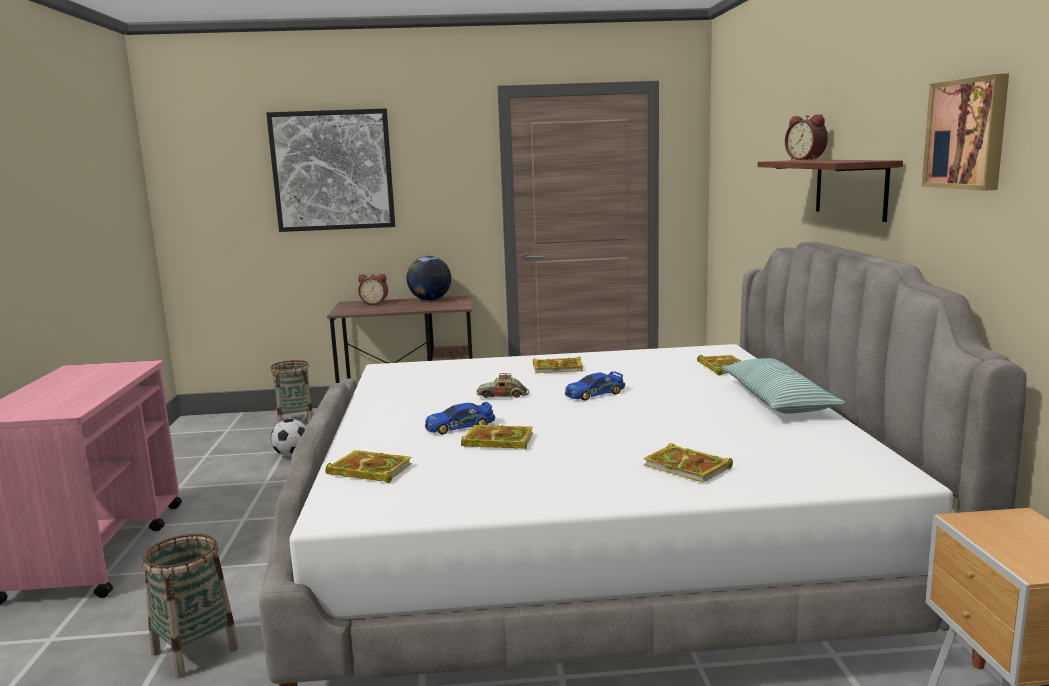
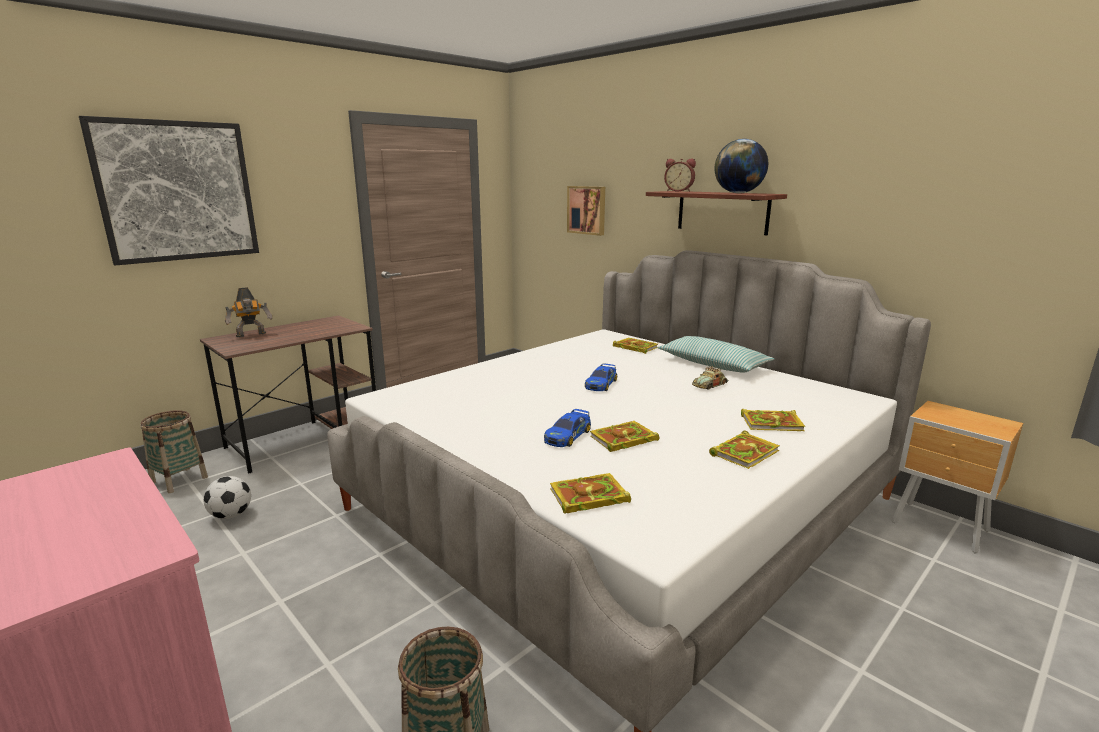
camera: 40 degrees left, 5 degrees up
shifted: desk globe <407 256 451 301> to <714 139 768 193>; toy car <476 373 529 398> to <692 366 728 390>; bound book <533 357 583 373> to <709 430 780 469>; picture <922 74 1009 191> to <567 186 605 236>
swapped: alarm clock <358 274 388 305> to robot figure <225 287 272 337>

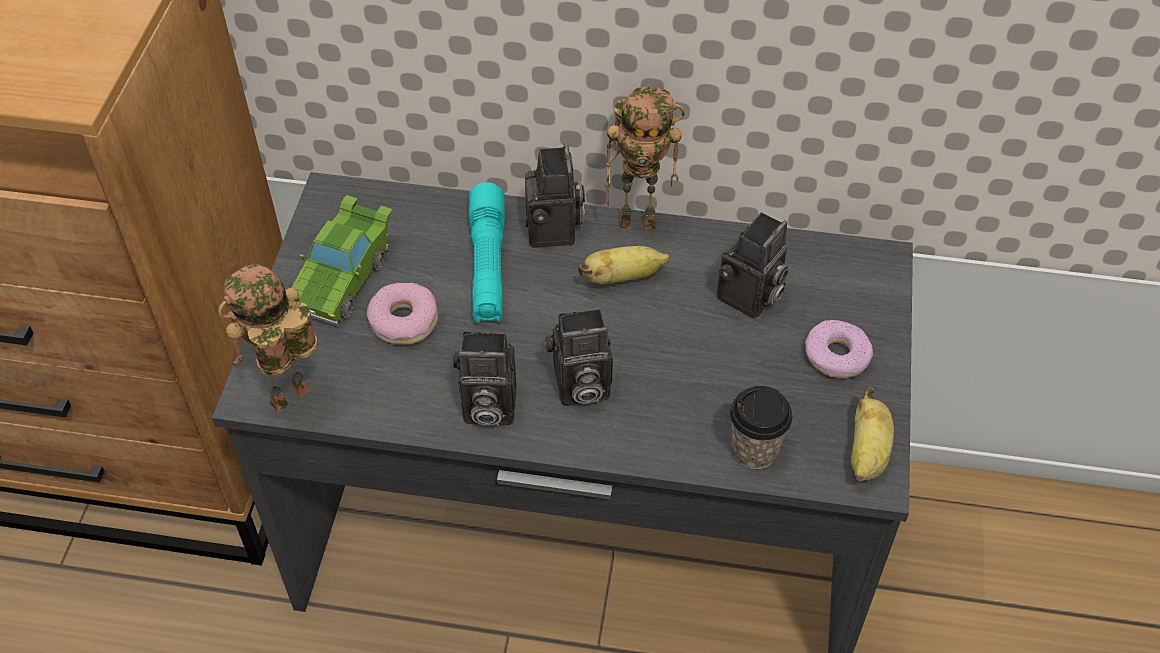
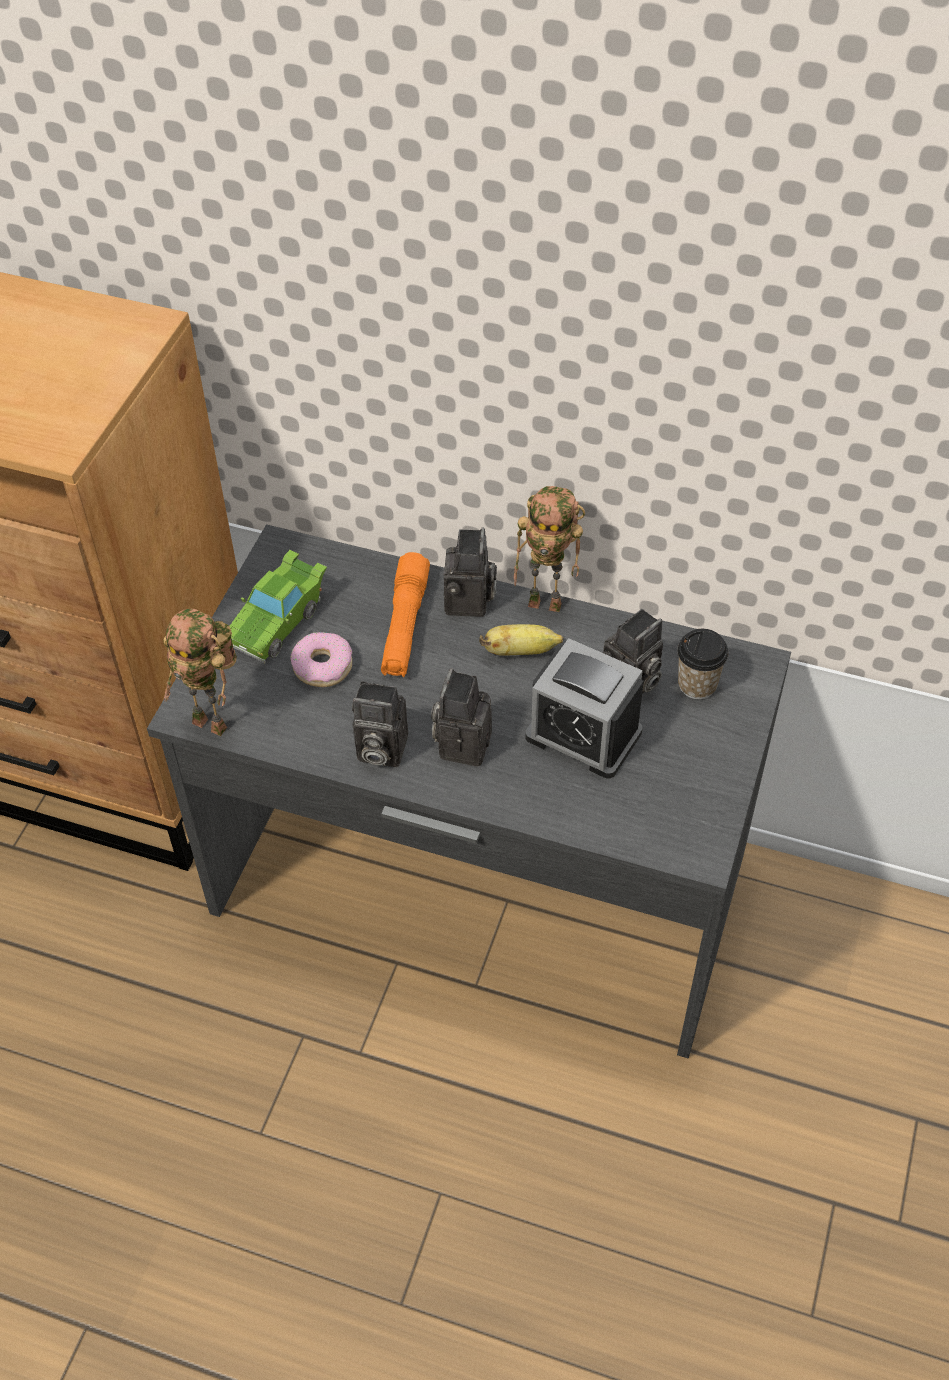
camera: 10 degrees right, 0 degrees up
gone: ring doughnut <805 320 873 378>; banana fruit <851 387 894 482>
new: alarm clock <525 638 644 778>
shifted: cup <730 386 793 469> to <677 629 729 699>
repainted: flashlight/turquoise-coloured <469 182 505 323> to flashlight/orange <381 552 430 677>
rotated: robot figure <218 264 318 412> = <163 608 237 736> 120 degrees counterclockwise; photo camera <545 308 613 406> = <431 668 492 767> 105 degrees clockwise

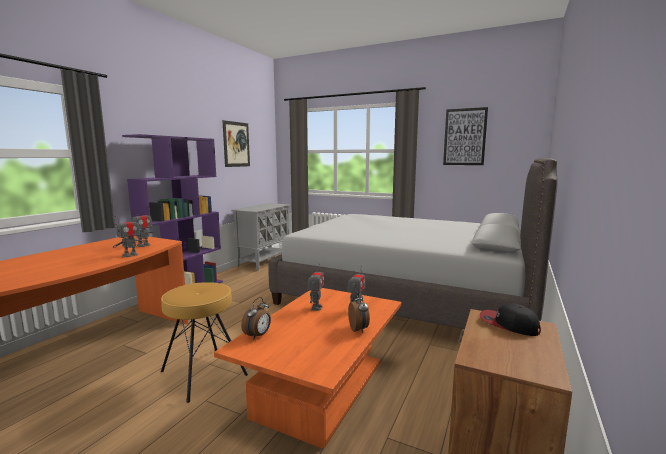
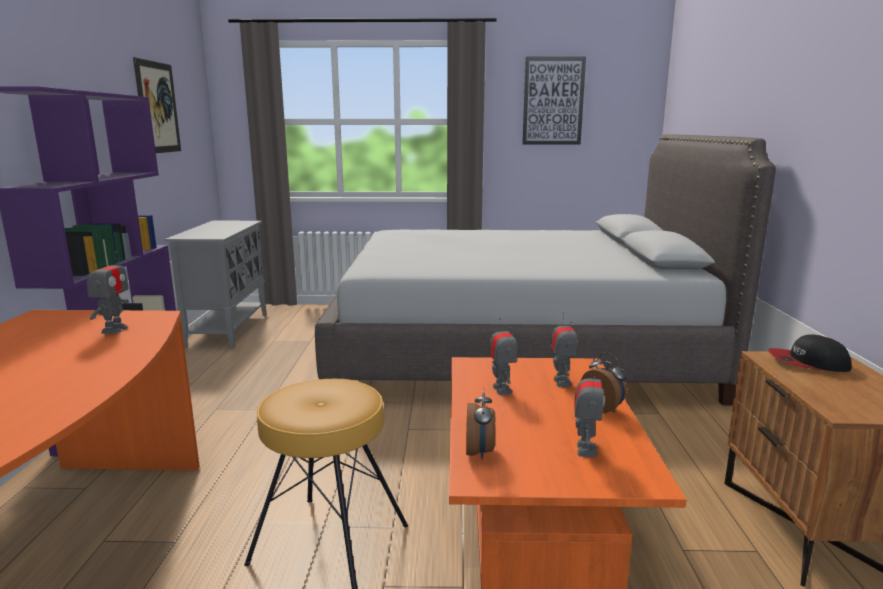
camera: 25 degrees left, 5 degrees up
shifted: robot figure <113 214 145 257> to <574 362 605 457>

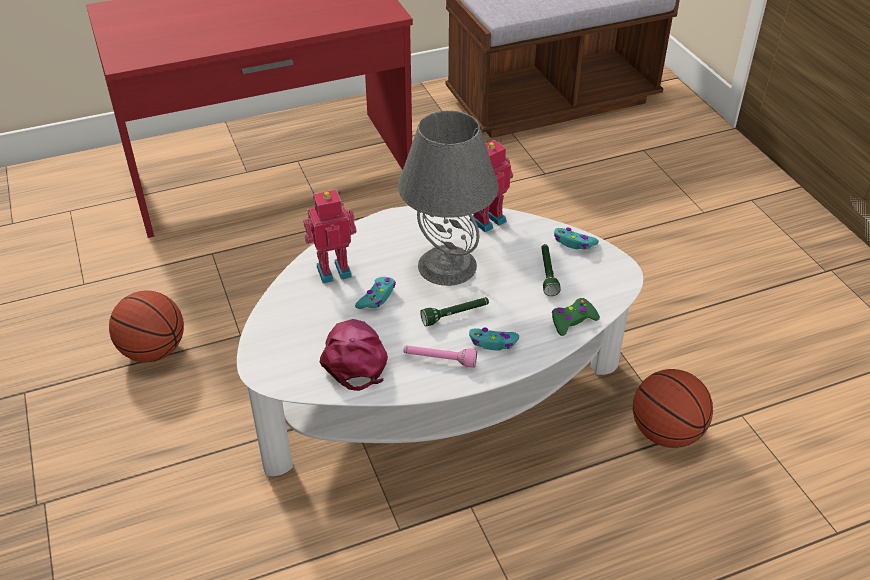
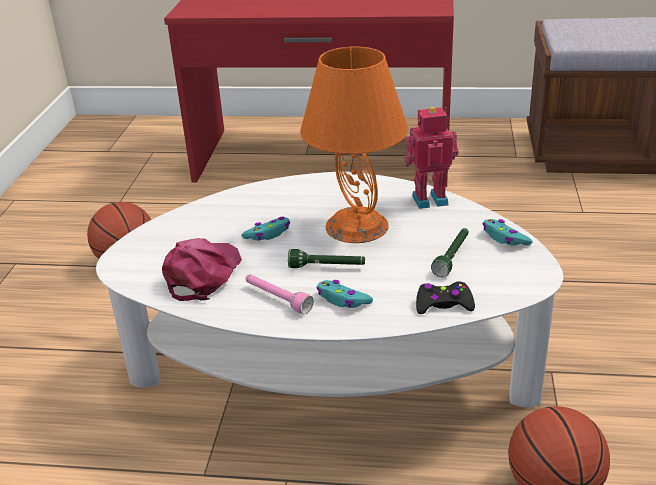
camera: 30 degrees right, 10 degrees down
gone: robot figure <303 190 357 283>
repainted: lamp for a table/grey <398 111 499 286> to lamp for a table/orange <300 46 408 243>; gamepad/green <552 298 600 336> to gamepad/black-coloured <416 282 475 314>

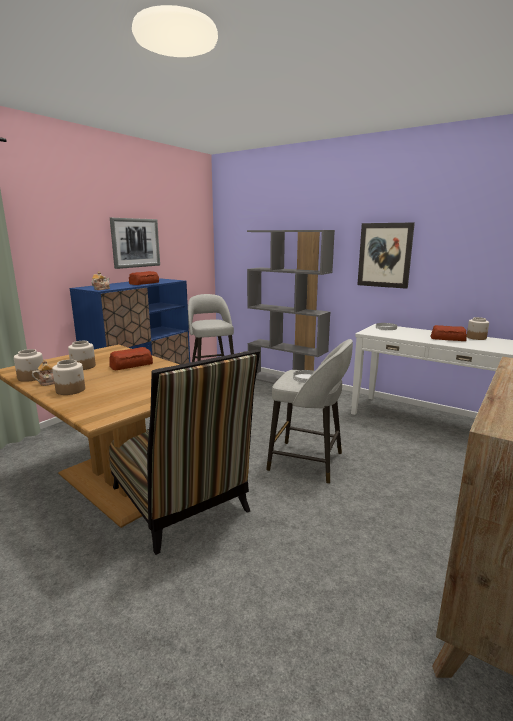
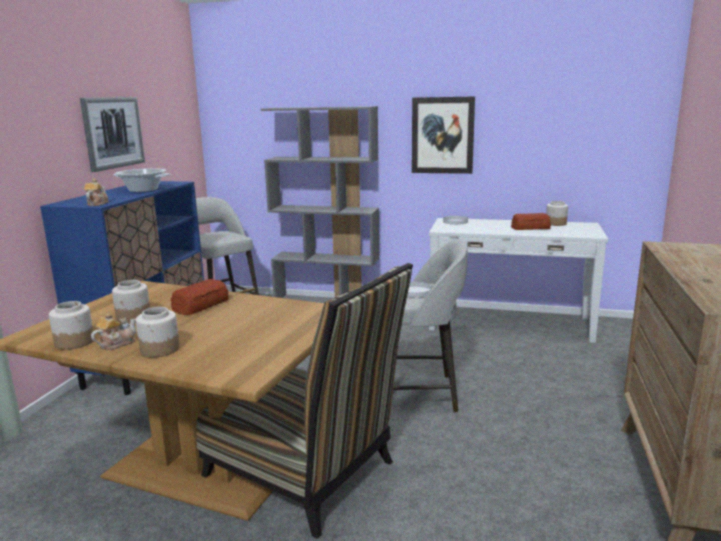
camera: 20 degrees left, 0 degrees up
swapped: baked bread <129 271 159 285> to stockpot <113 168 170 192>

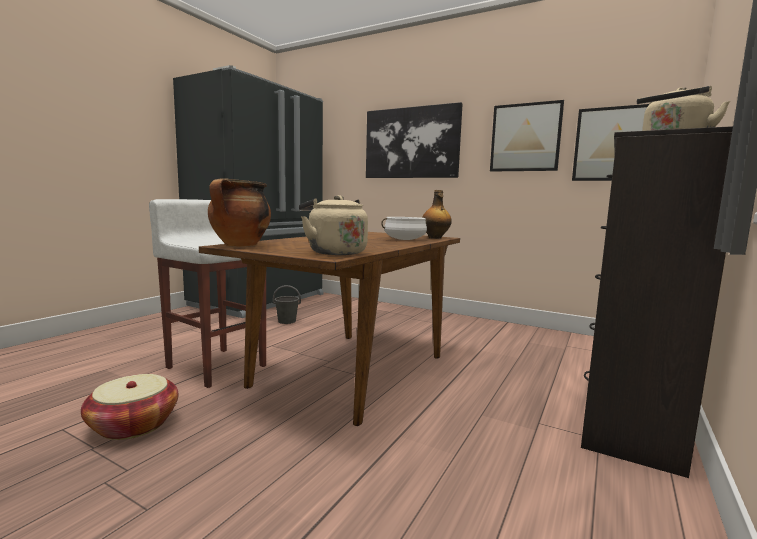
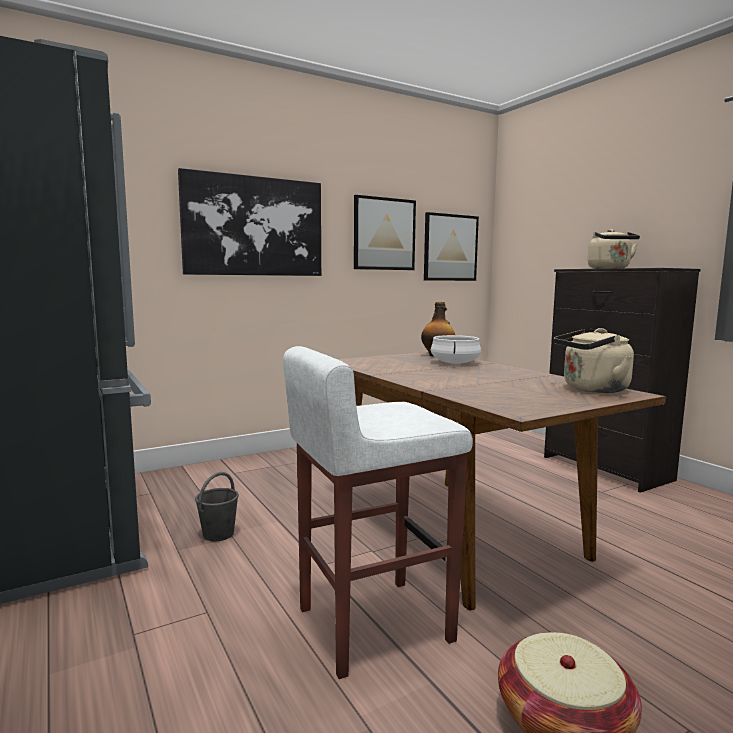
camera: 60 degrees left, 0 degrees up
gone: stockpot <208 178 271 247>

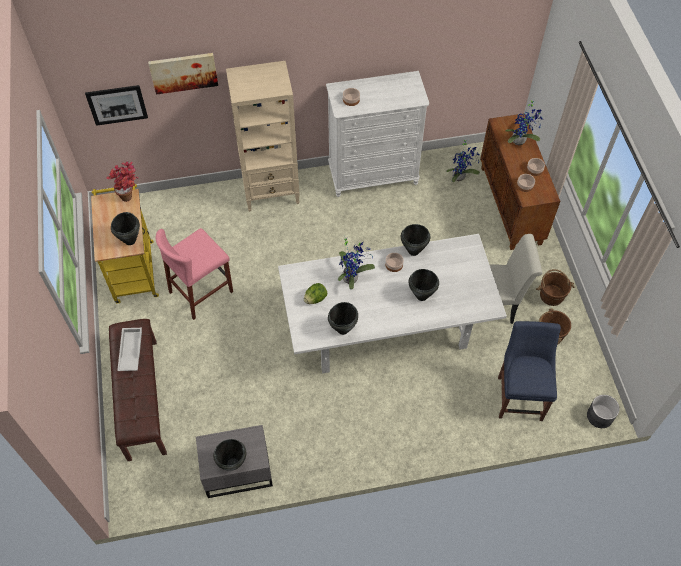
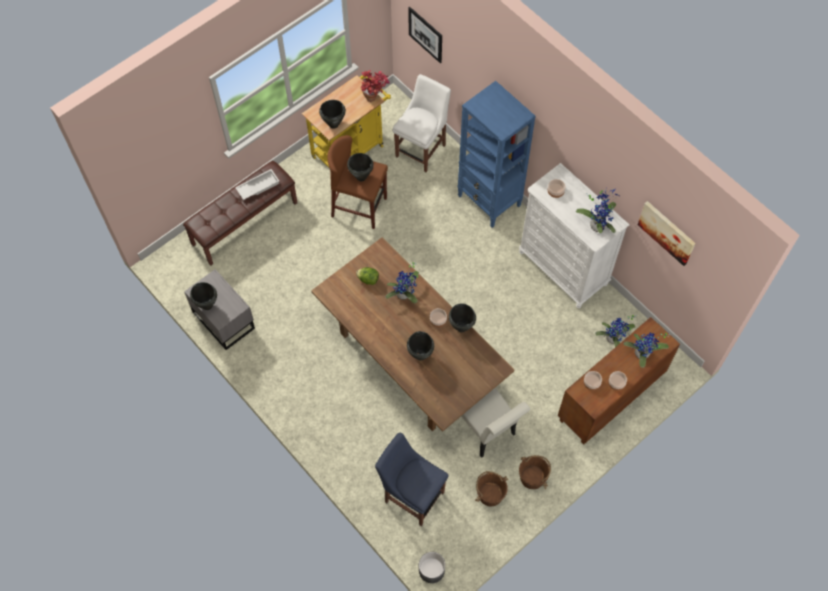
camera: 60 degrees right, 5 degrees up
new: chair/white-coloured <392 74 451 172>; plant in a pot <576 188 619 233>
shifted: picture <148 53 218 95> to <638 201 696 266>; stockpot/black-coloured <328 302 358 335> to <347 153 374 181>
repainted: sitting stool/pinkish <156 228 233 320> to sitting stool/brown-coloured <327 135 388 229>; shelving unit/beige-coloured <226 61 300 212> to shelving unit/blue <457 81 536 228>; dinner table/white-coloured <278 234 507 374> to dinner table/brown-coloured <311 237 515 431>
rotated: chair/blue <498 321 561 421> = <375 433 448 526> 120 degrees counterclockwise

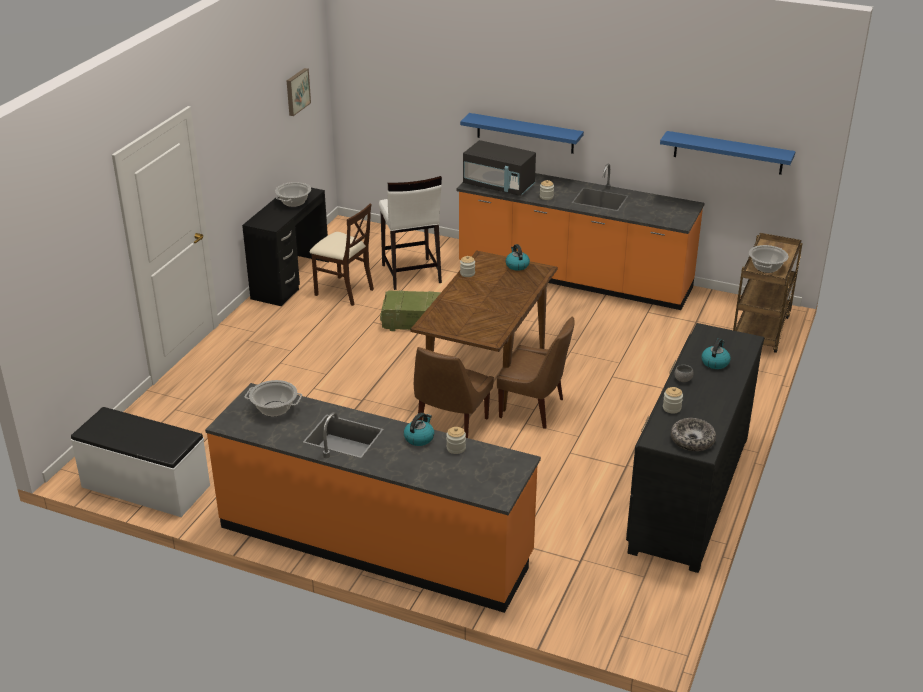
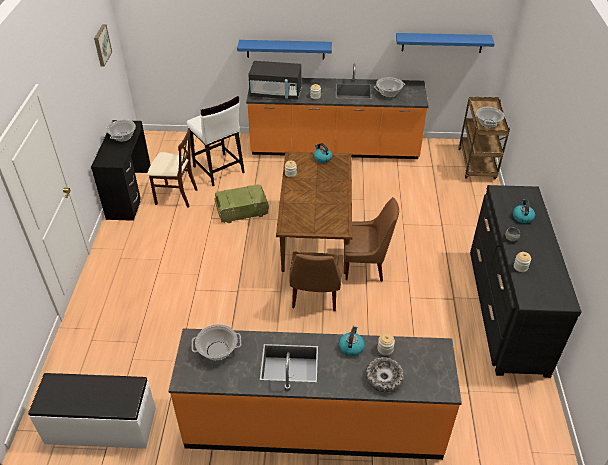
camera: 20 degrees left, 10 degrees up
new: stockpot <374 77 405 97>
shifted: deep dish <671 418 716 451> to <365 357 404 392>

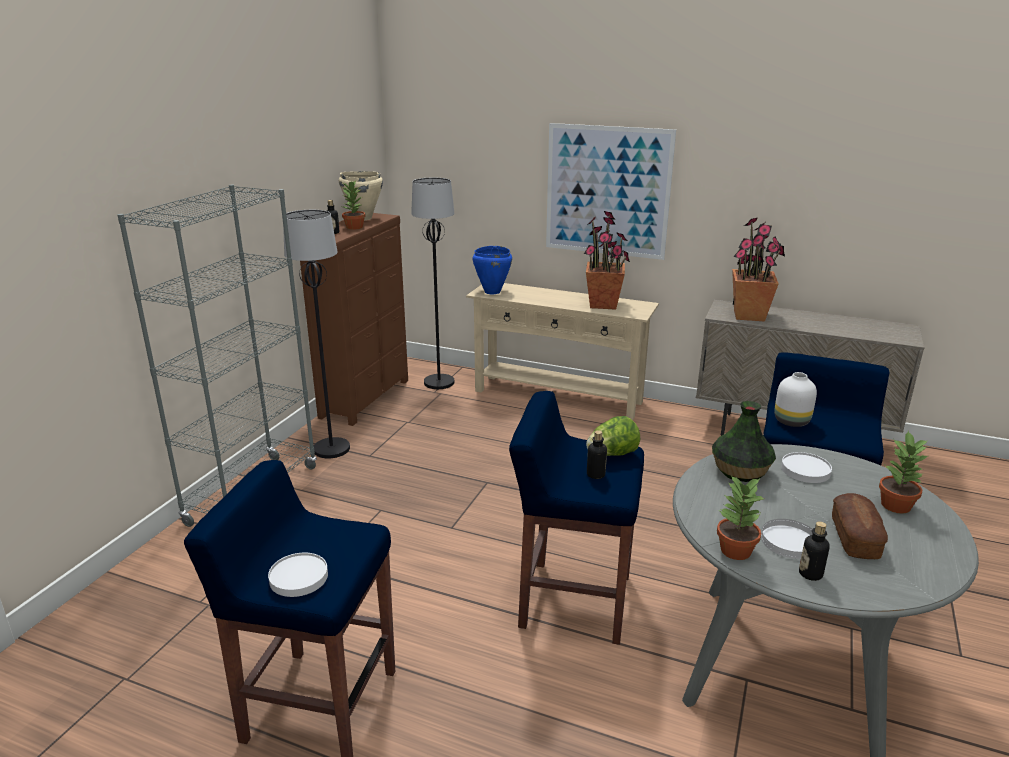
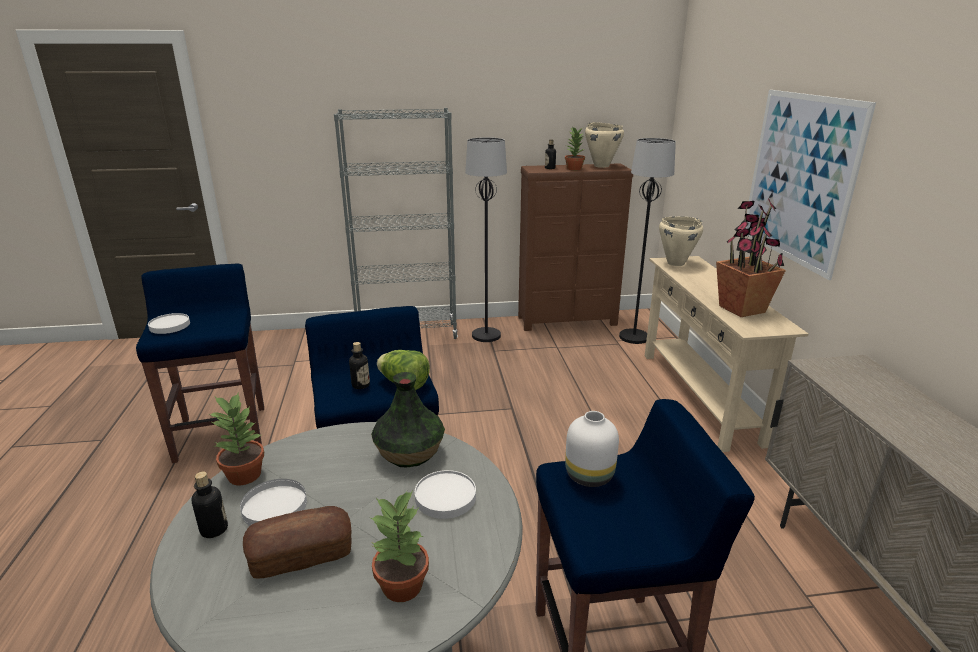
camera: 60 degrees right, 0 degrees up
gone: plant in a pot <732 217 785 322>
repainted: stockpot/blue <473 246 512 294> to stockpot/beige-coloured <659 217 703 266>

